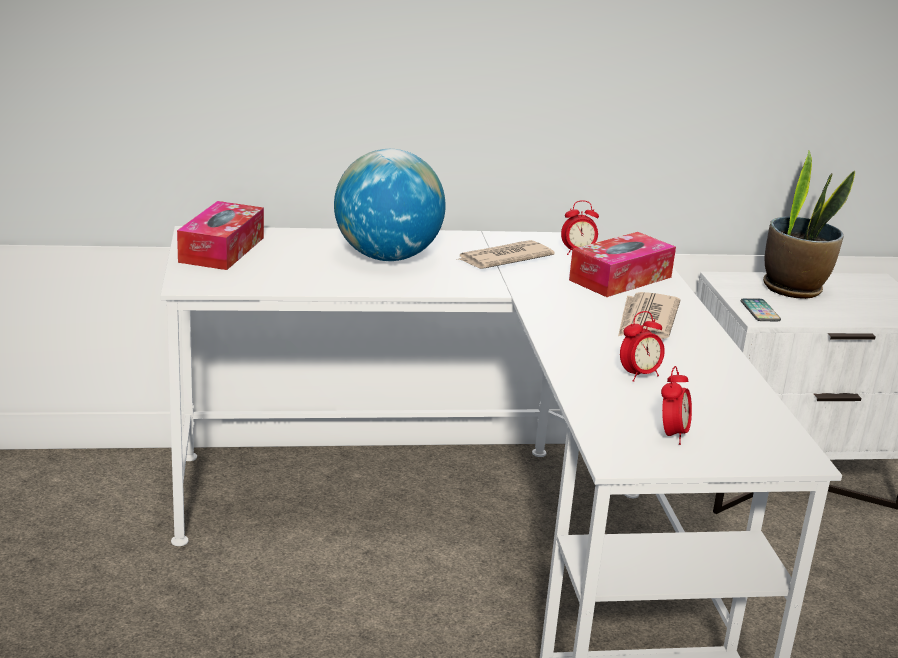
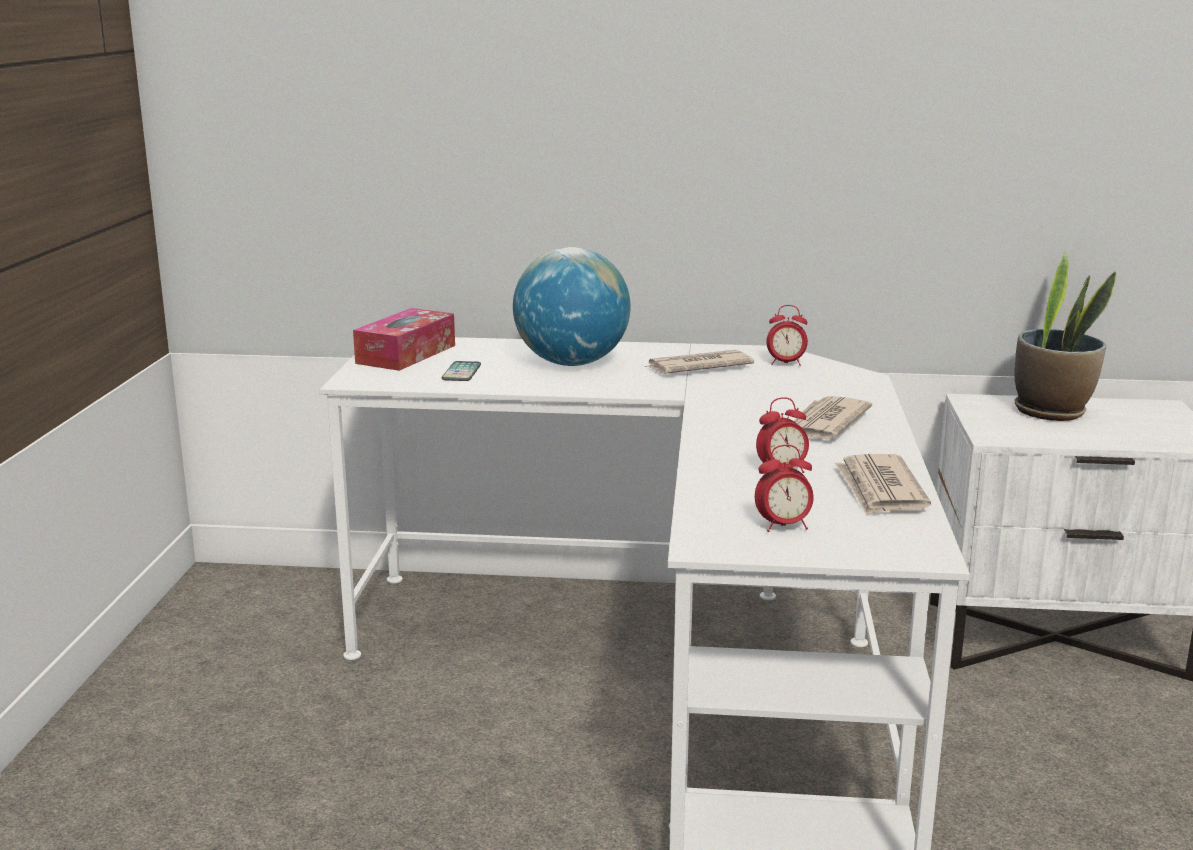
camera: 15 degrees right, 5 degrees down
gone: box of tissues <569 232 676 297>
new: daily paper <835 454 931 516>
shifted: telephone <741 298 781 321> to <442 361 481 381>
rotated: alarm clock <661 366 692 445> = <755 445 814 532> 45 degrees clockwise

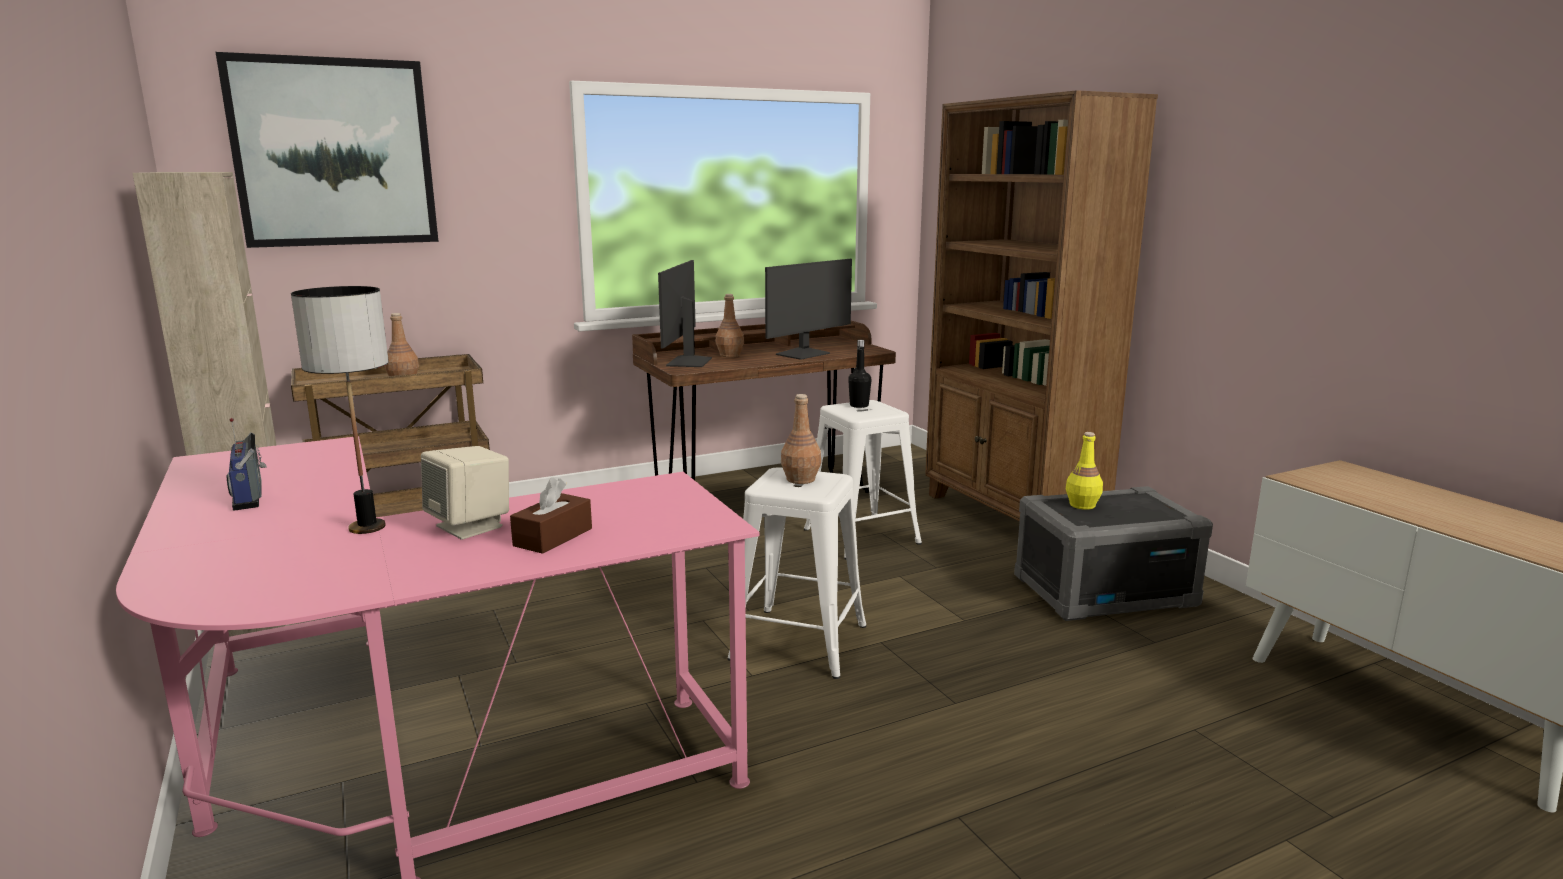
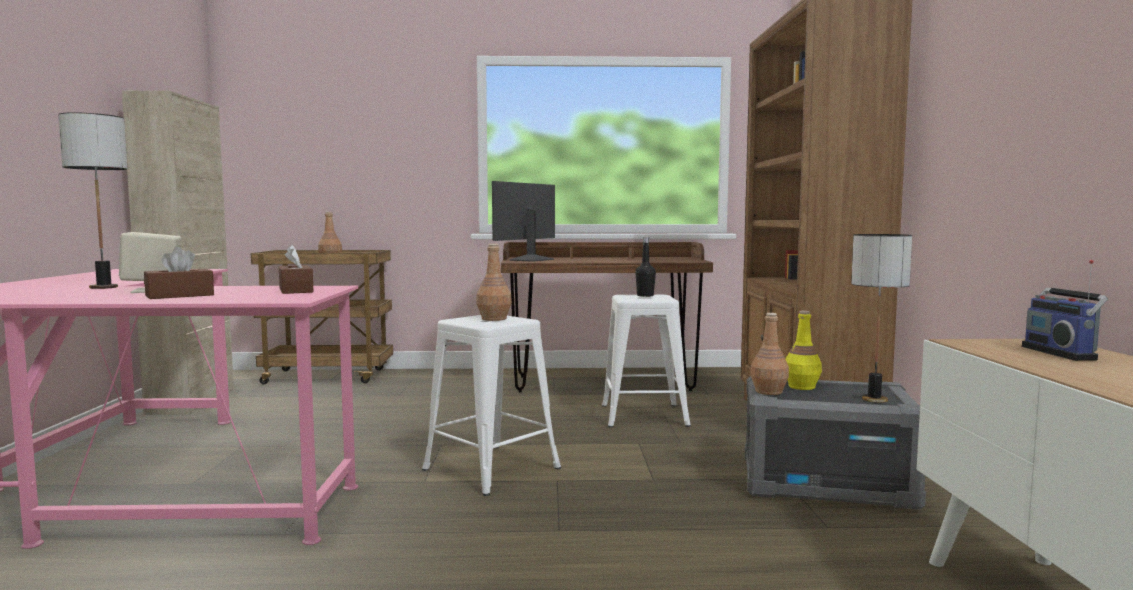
camera: 25 degrees right, 10 degrees down
gone: picture <216 52 439 248>; monitor <765 259 852 360>
new: box of tissues/brown-coloured <279 245 314 294>; lamp for a table <851 234 912 403>
shifted: radio receiver <227 418 267 511> to <1022 260 1108 361>; drink bottle/brown-coloured <716 294 744 357> to <750 313 789 395>

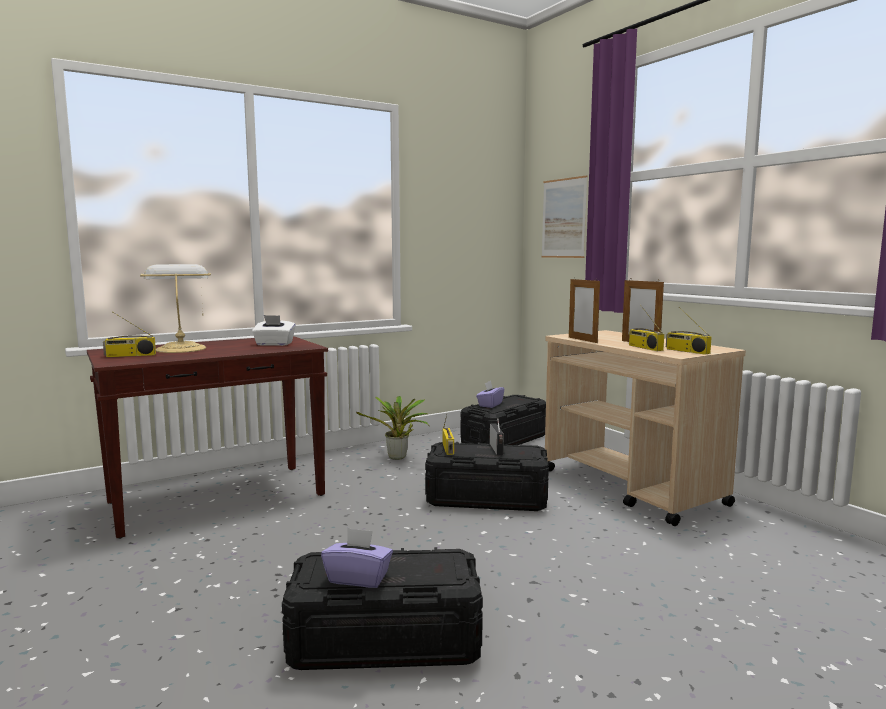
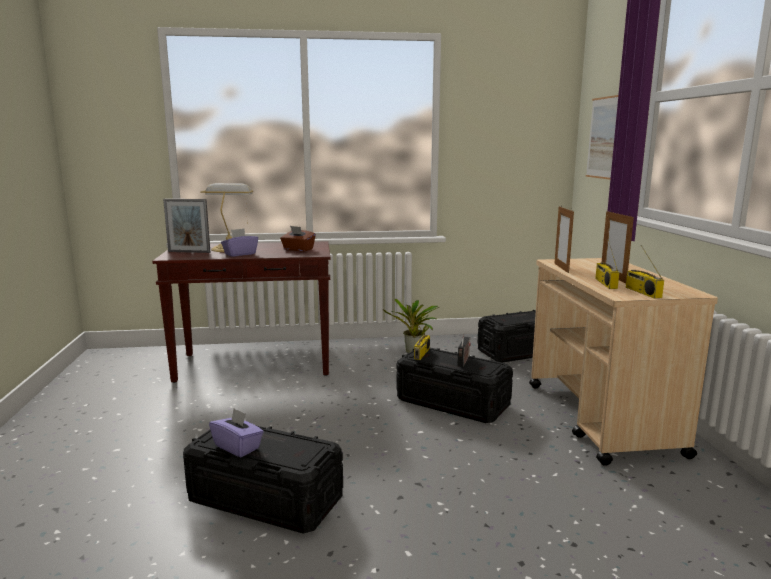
camera: 25 degrees right, 5 degrees up
shifted: box of tissues/purple-coloured <476 381 504 408> to <221 229 258 257>
swapped: radio receiver <103 312 156 357> to picture frame <163 199 210 253>
repainted: box of tissues/white-coloured <252 315 296 346> to box of tissues/brown-coloured <280 226 316 252>

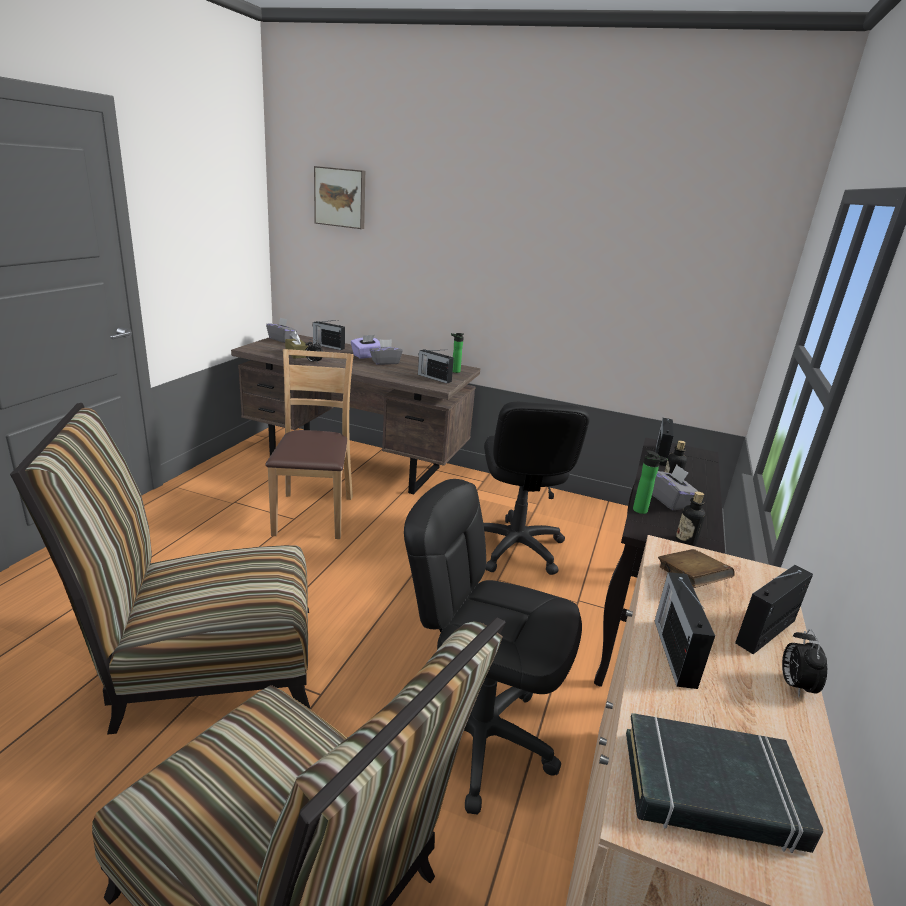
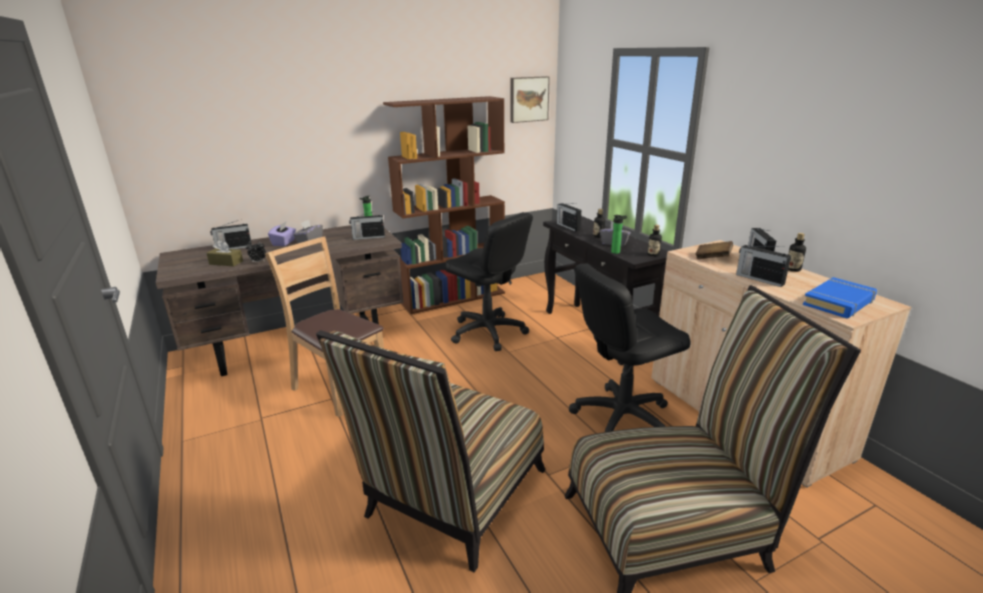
camera: 45 degrees left, 0 degrees up
gone: box of tissues/grey <266 317 297 343>
new: shelving unit/brown-coloured <383 96 505 314>
shifted: picture <314 166 365 229> to <510 76 550 123>
swapped: alarm clock <782 629 827 698> to drink bottle <788 233 806 272>
repainted: bound book/black-coloured <626 713 823 853> to bound book/blue <803 277 877 318>

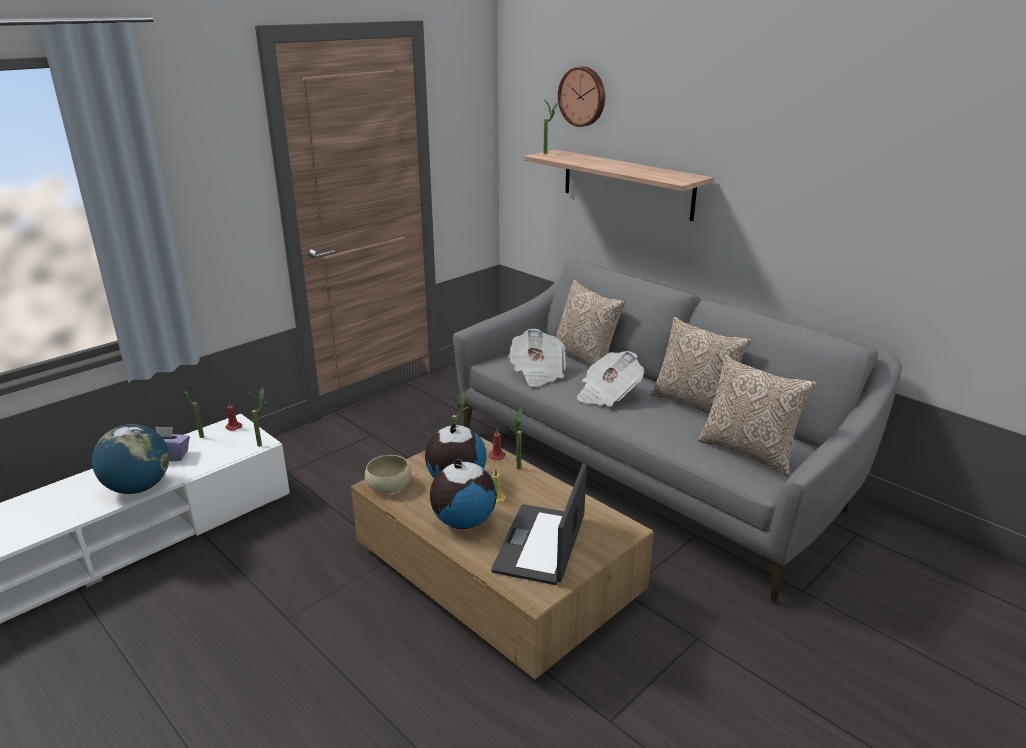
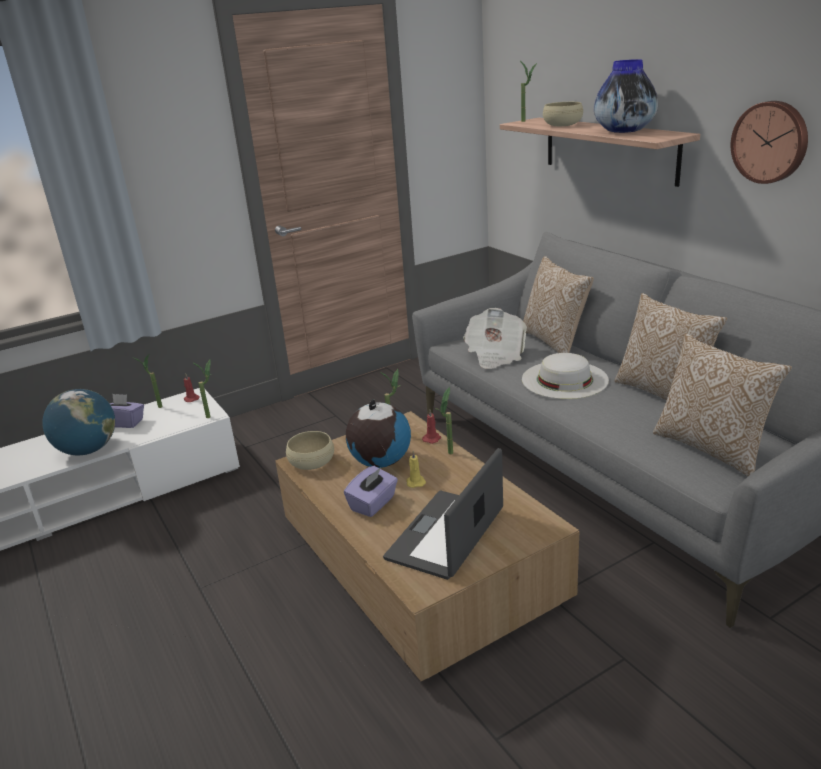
camera: 15 degrees right, 0 degrees up
new: deep dish/beige-coloured <543 102 583 126>; flower vase <594 59 658 133>
shifted: hanging clock <558 67 605 127> to <731 101 808 184>
swapped: desk globe <430 459 497 529> to box of tissues/purple-coloured <344 466 398 517>; daily paper <577 351 644 407> to hat/white-coloured <522 353 609 399>

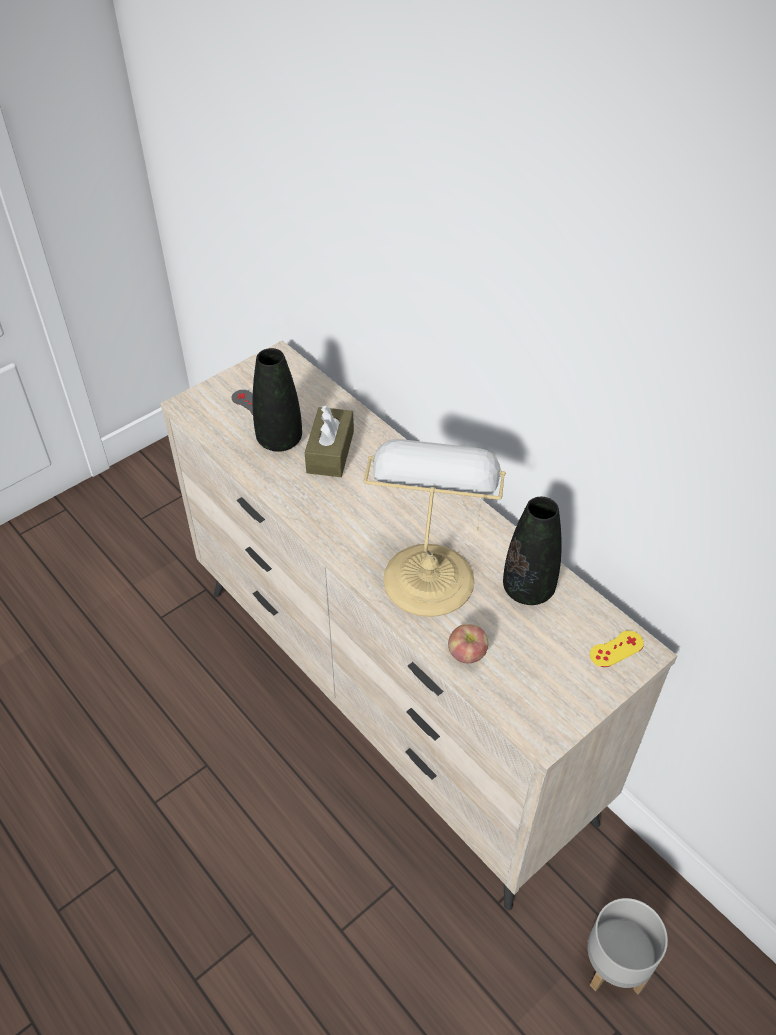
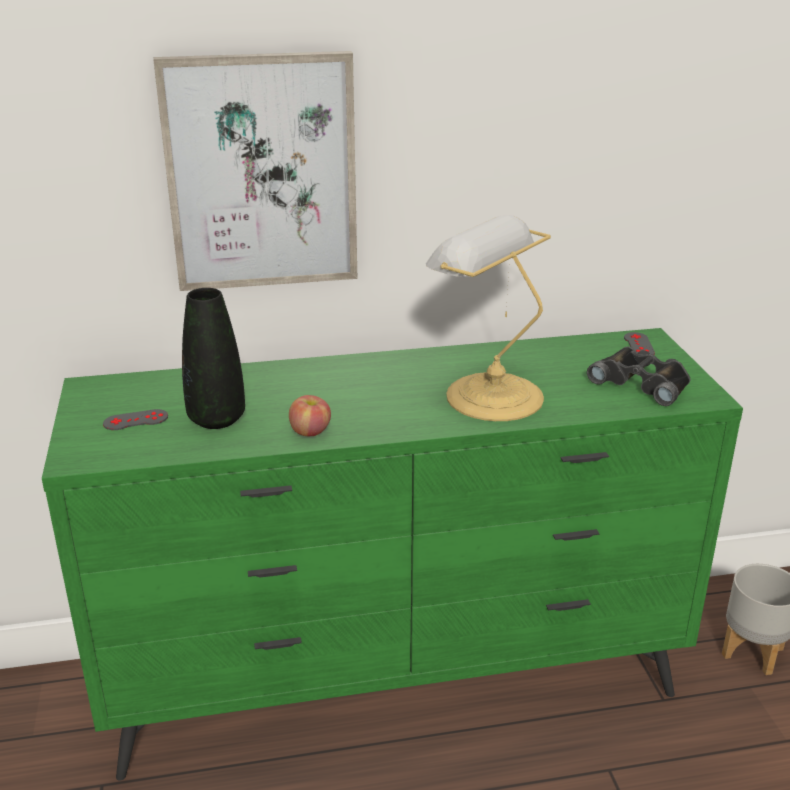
camera: 60 degrees left, 20 degrees down
gone: box of tissues/brown-coloured <305 406 354 477>; flower vase/black-coloured <503 496 562 605>
new: picture <153 51 357 291>; pair of binoculars/black-coloured <587 347 690 406>
shifted: apple <448 624 488 663> to <289 395 331 436>
repainted: chest of drawers/beige-coloured <161 340 677 910> to chest of drawers/green <42 328 743 781>; gamepad/yellowish <590 631 644 667> to gamepad/grey <624 332 655 355>

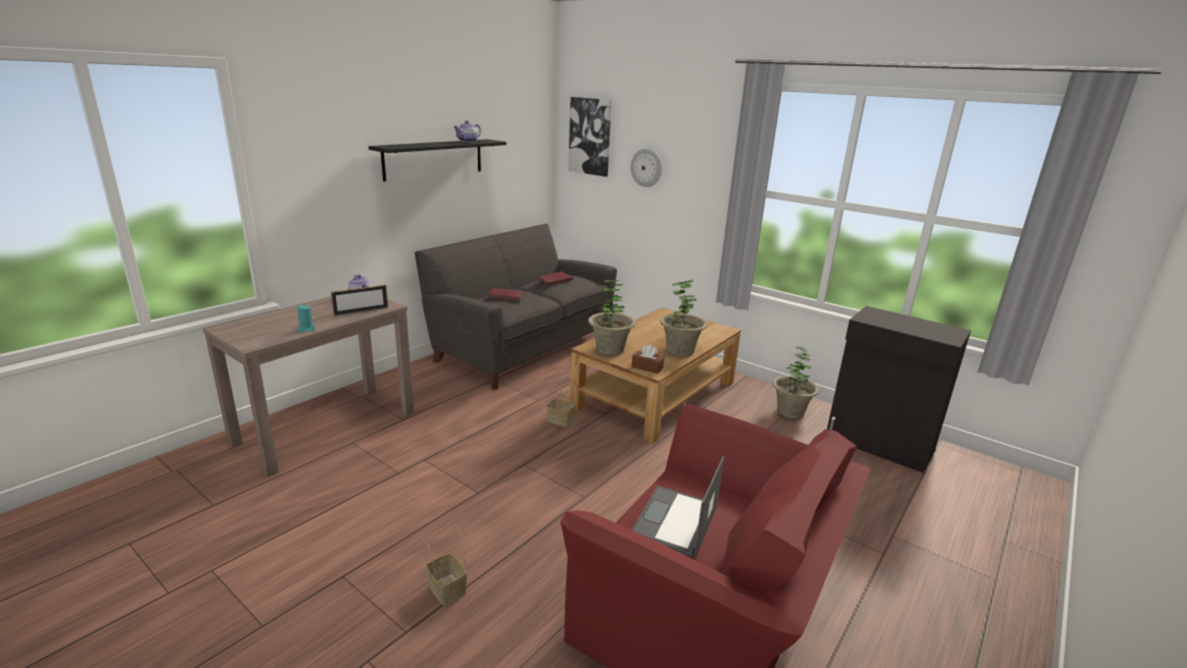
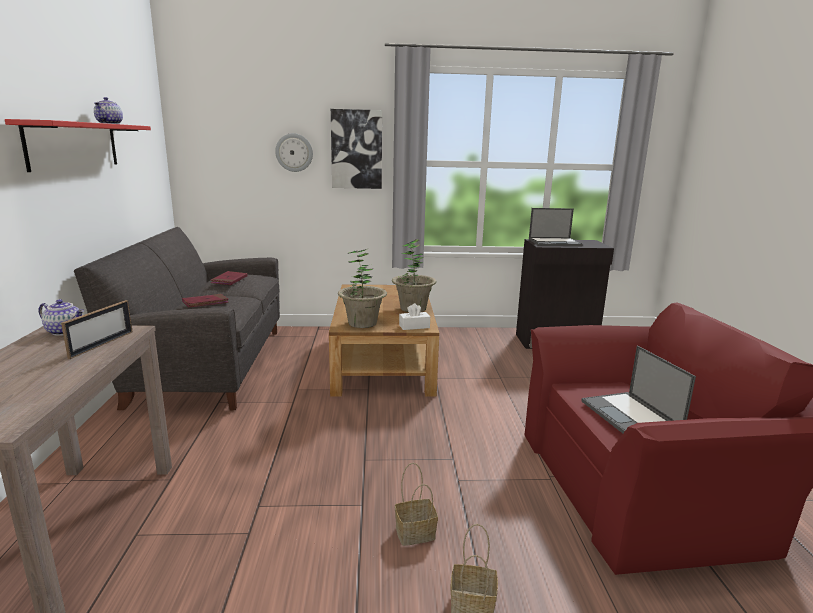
camera: 40 degrees left, 5 degrees down
gone: candle/turquoise-coloured <297 305 316 332>; plant in a pot <772 347 819 419>
new: laptop <529 208 583 246>
shifted: household basket <547 376 576 427> to <395 463 438 546>; picture <568 97 612 177> to <331 109 382 189>
repainted: wall shelf/black-coloured <368 139 506 182> to wall shelf/red-coloured <5 119 151 172>; box of tissues/brown-coloured <632 345 664 373> to box of tissues/white-coloured <399 303 430 330>

